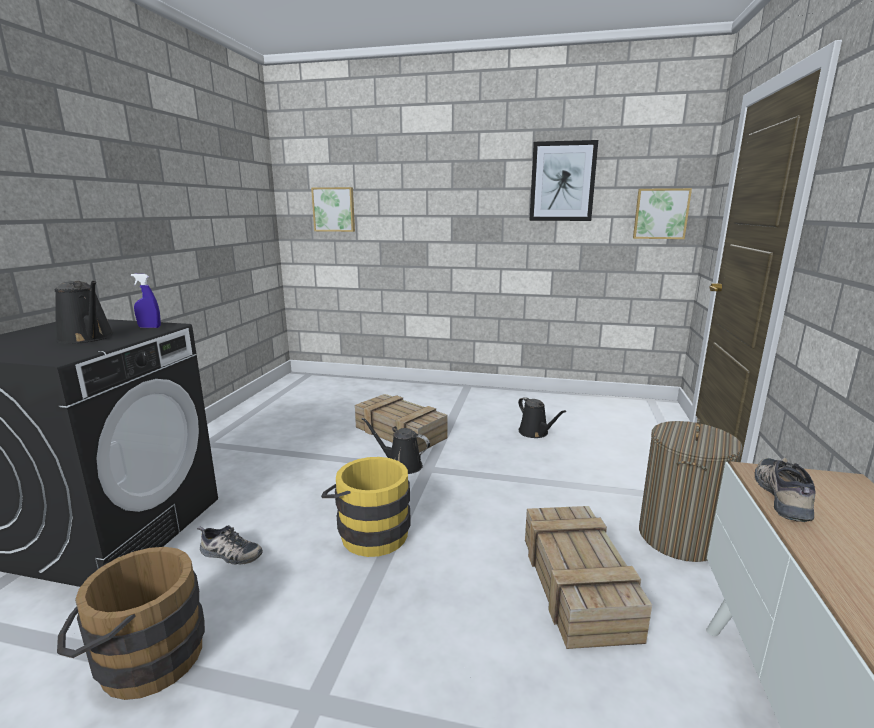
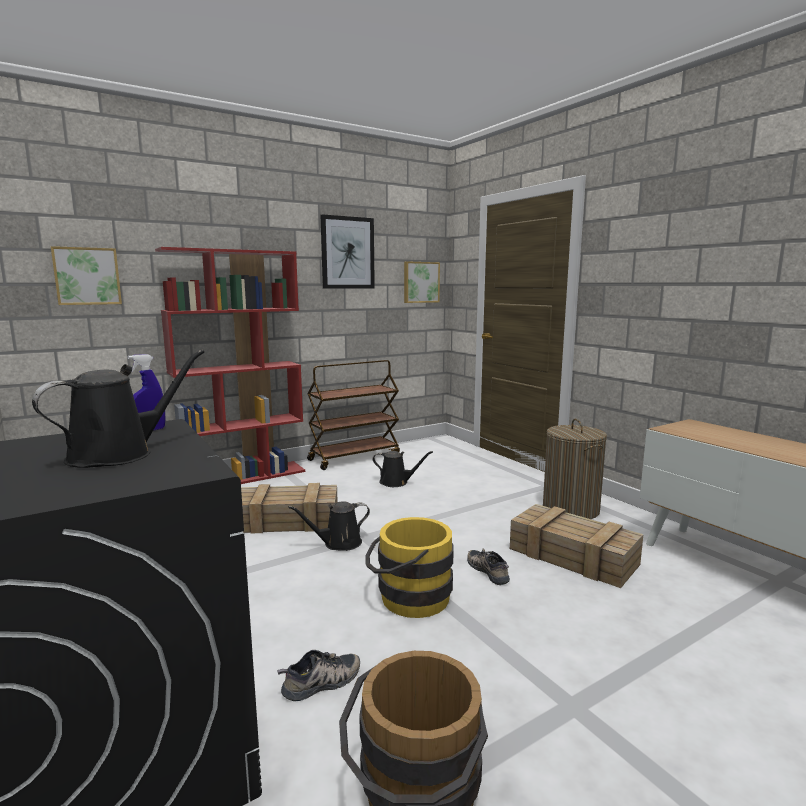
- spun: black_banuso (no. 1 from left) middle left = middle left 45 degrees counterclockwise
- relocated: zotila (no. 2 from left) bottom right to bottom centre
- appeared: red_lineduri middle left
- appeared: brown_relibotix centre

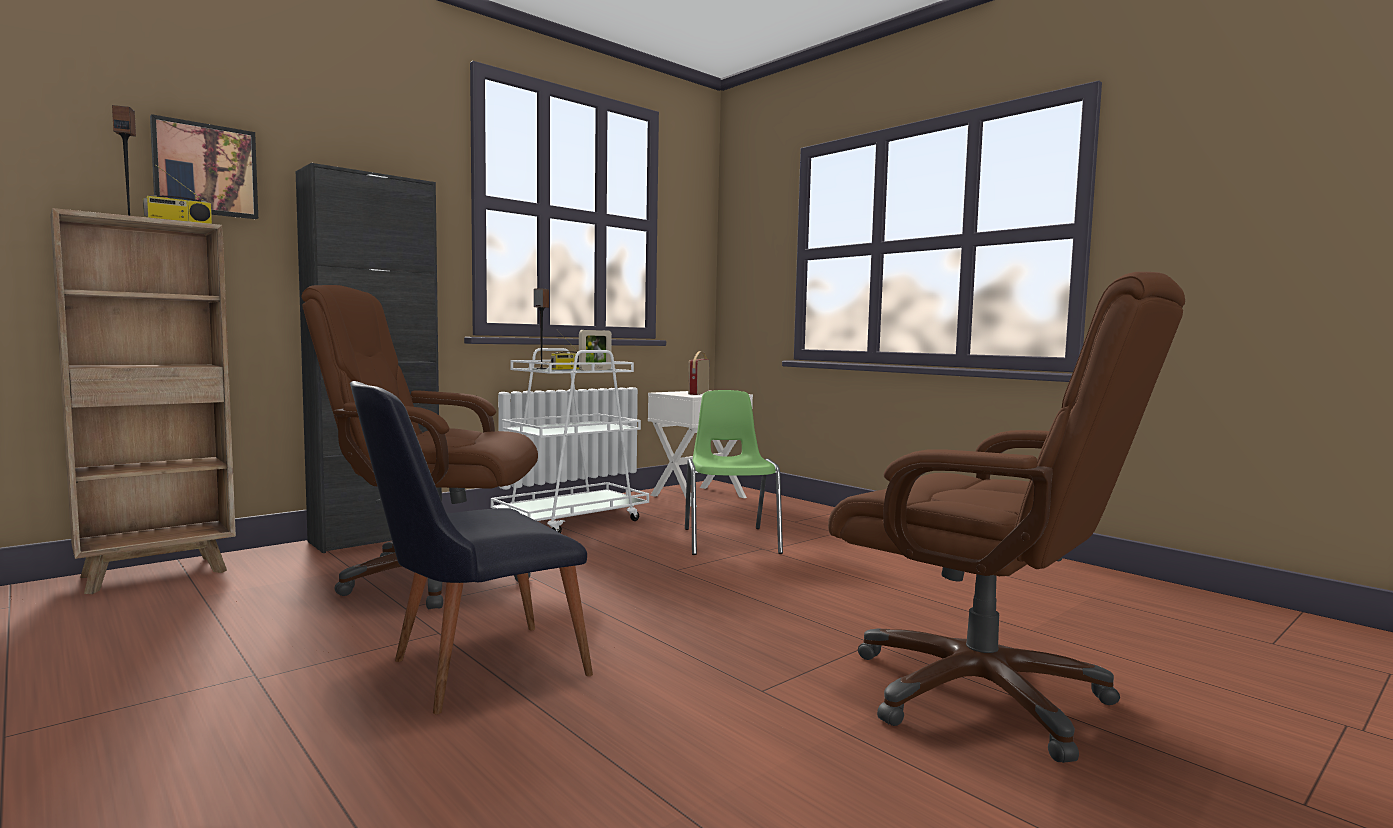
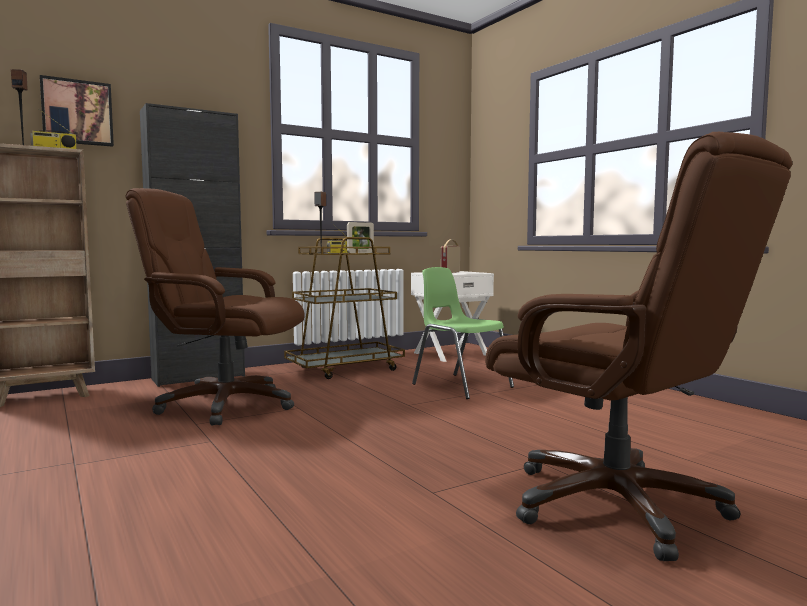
- missing: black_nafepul centre
- colour: white_relibotix centre to brown_relibotix centre
- spun: green_nafepul centre = centre 45 degrees counterclockwise

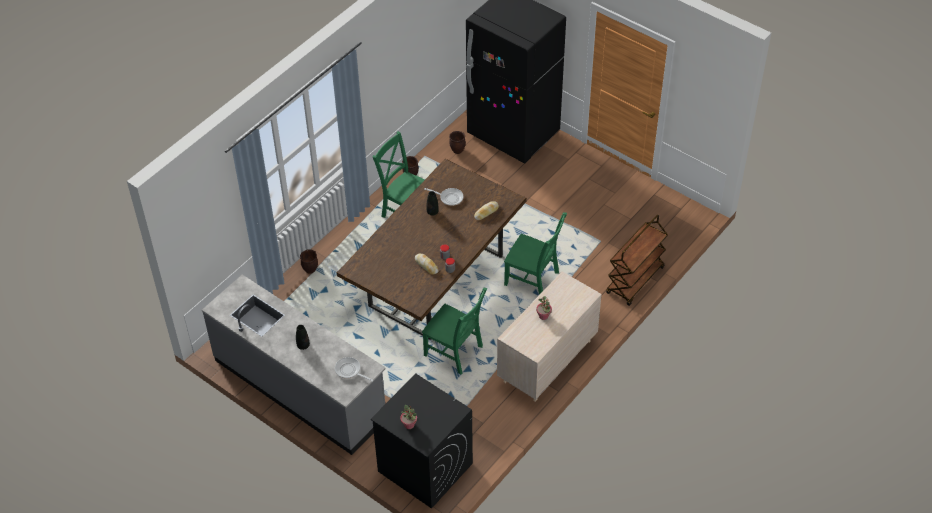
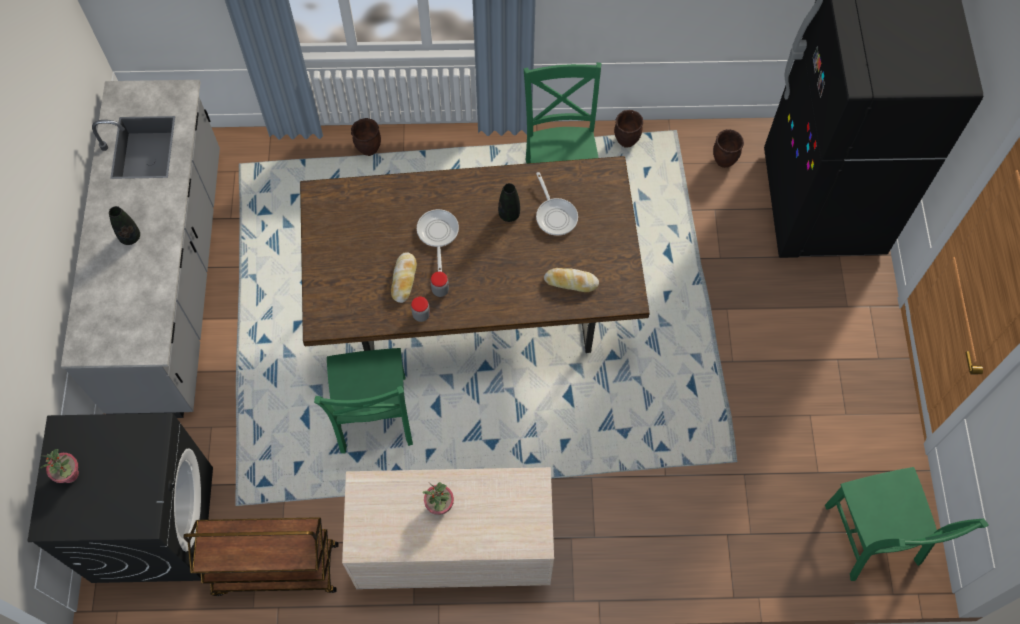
- relocated: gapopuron (no. 1 from left) bottom centre to centre
- relocated: green_nafepul (no. 3 from left) centre to bottom right
- relocated: brown_relibotix middle right to bottom left

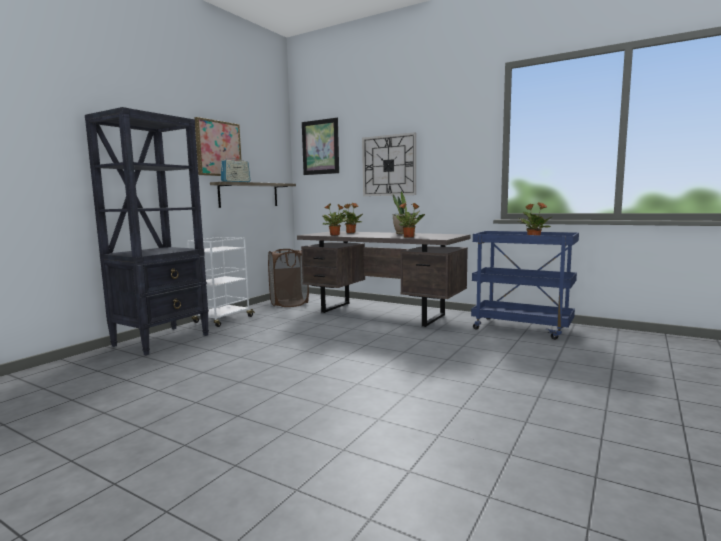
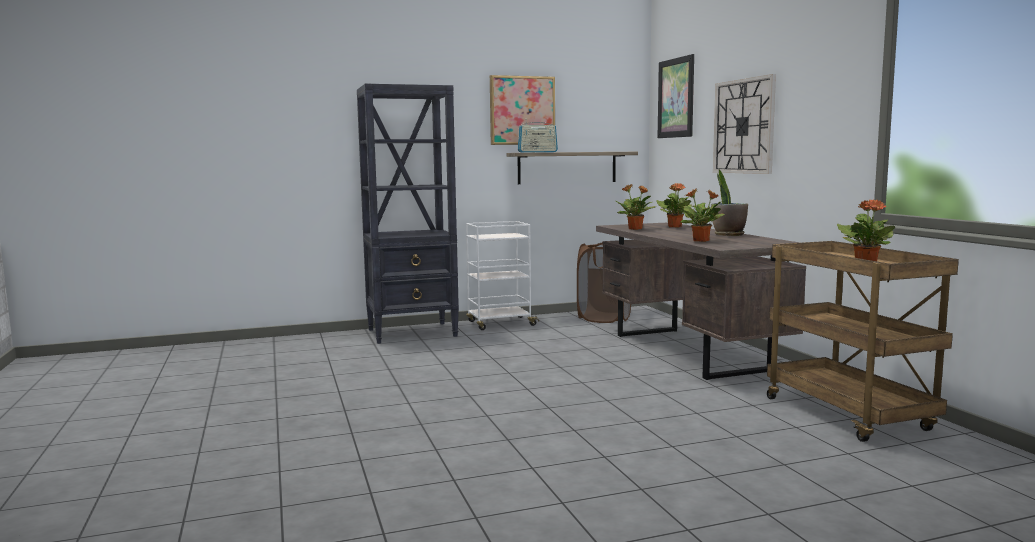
- colour: blue_relibotix middle right to brown_relibotix middle right

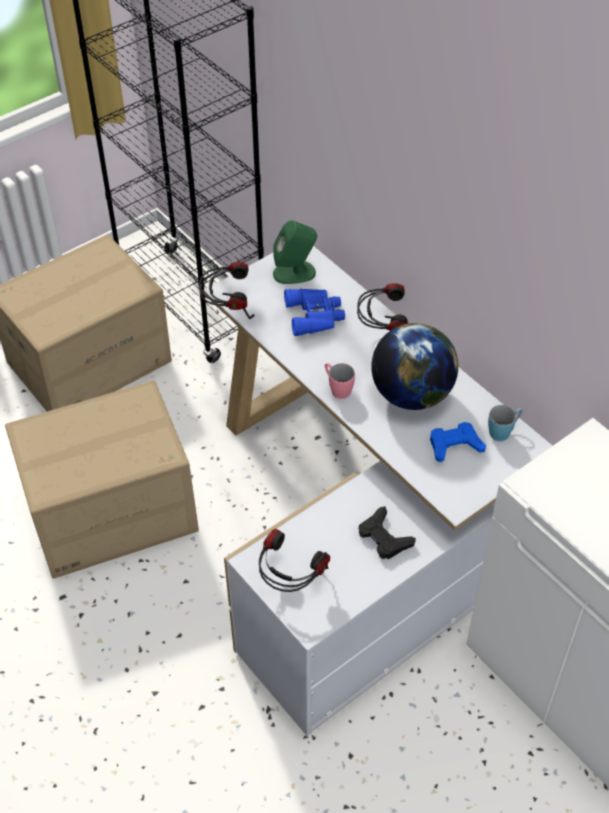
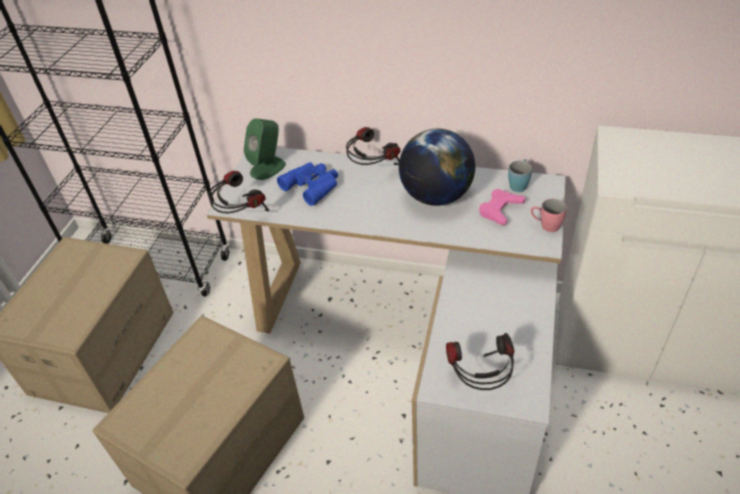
- relocated: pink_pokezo centre to middle right
- missing: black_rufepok centre
- colour: blue_rufepok middle right to pink_rufepok middle right

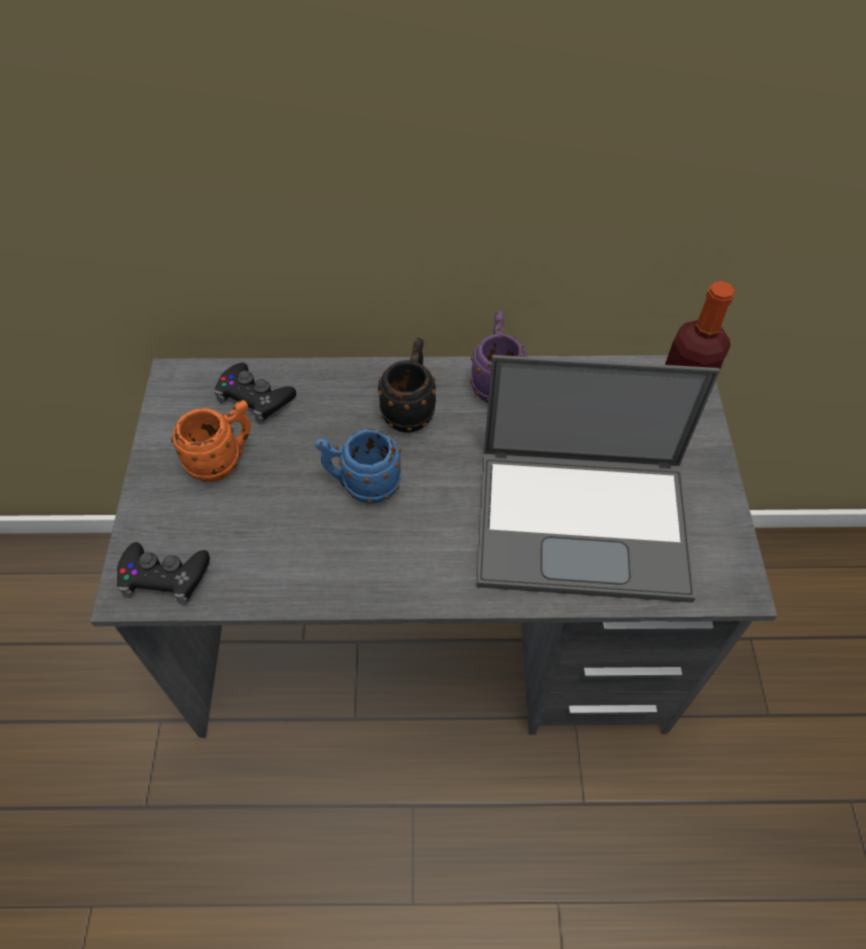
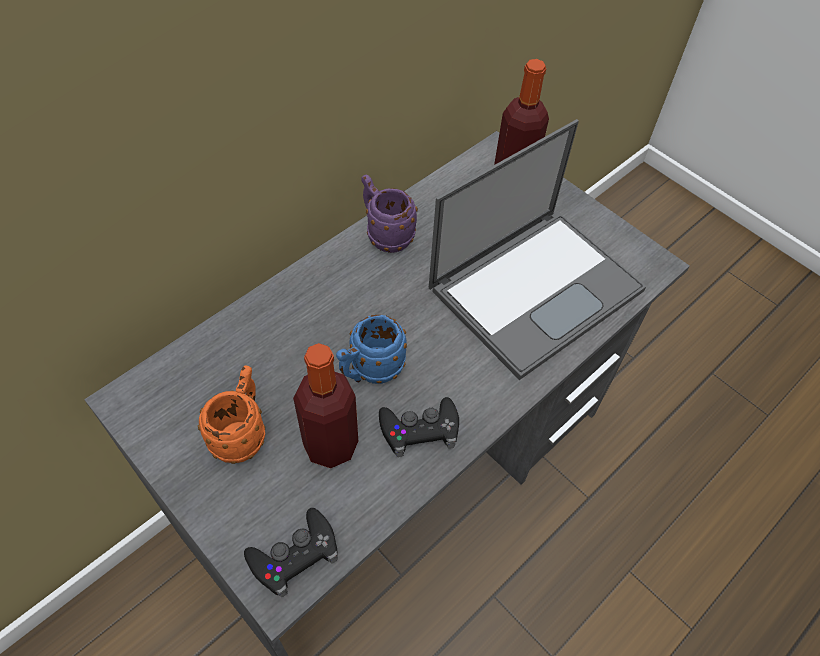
- relocated: black_rufepok (no. 2 from left) middle left to centre
- missing: black_pokezo centre
- appeared: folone (no. 1 from left) centre

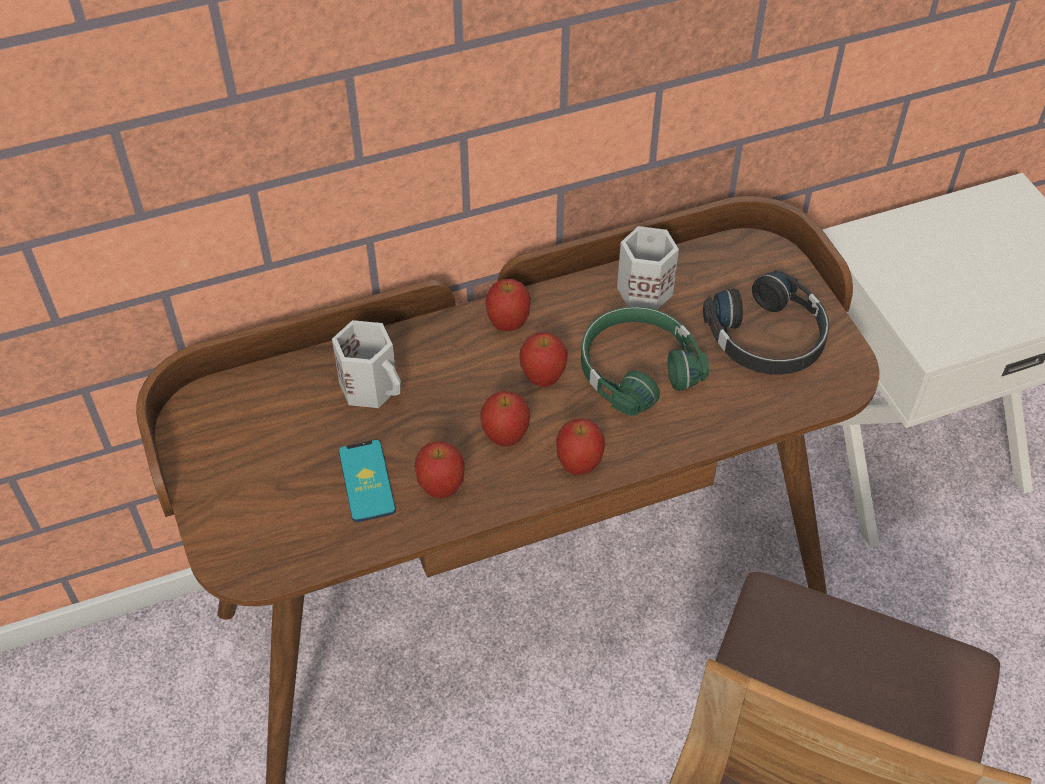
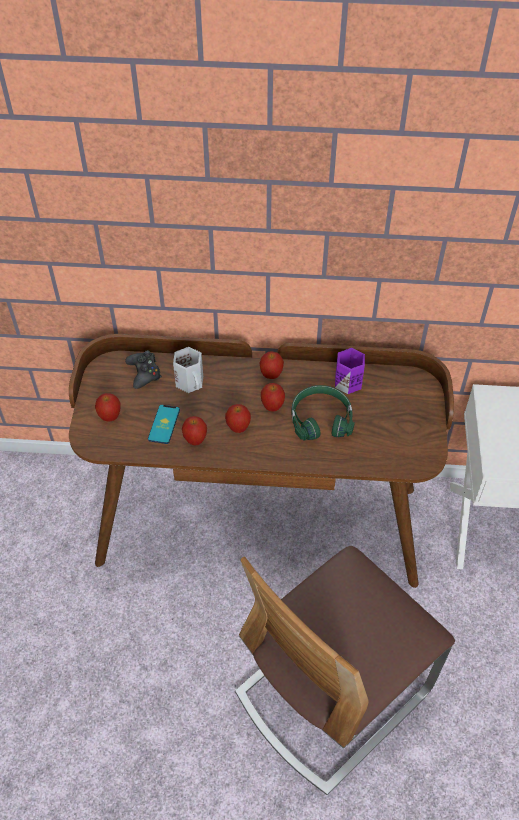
- relocated: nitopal (no. 5 from left in the first image) centre to nitopal (no. 1 from left) middle left
- colour: white_pokezo (no. 2 from left) centre to purple_pokezo middle right
- missing: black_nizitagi middle right
- appeared: black_rufepok middle left

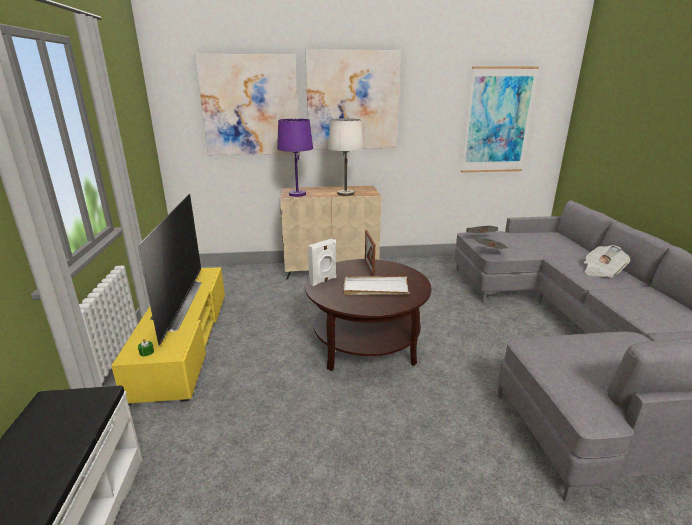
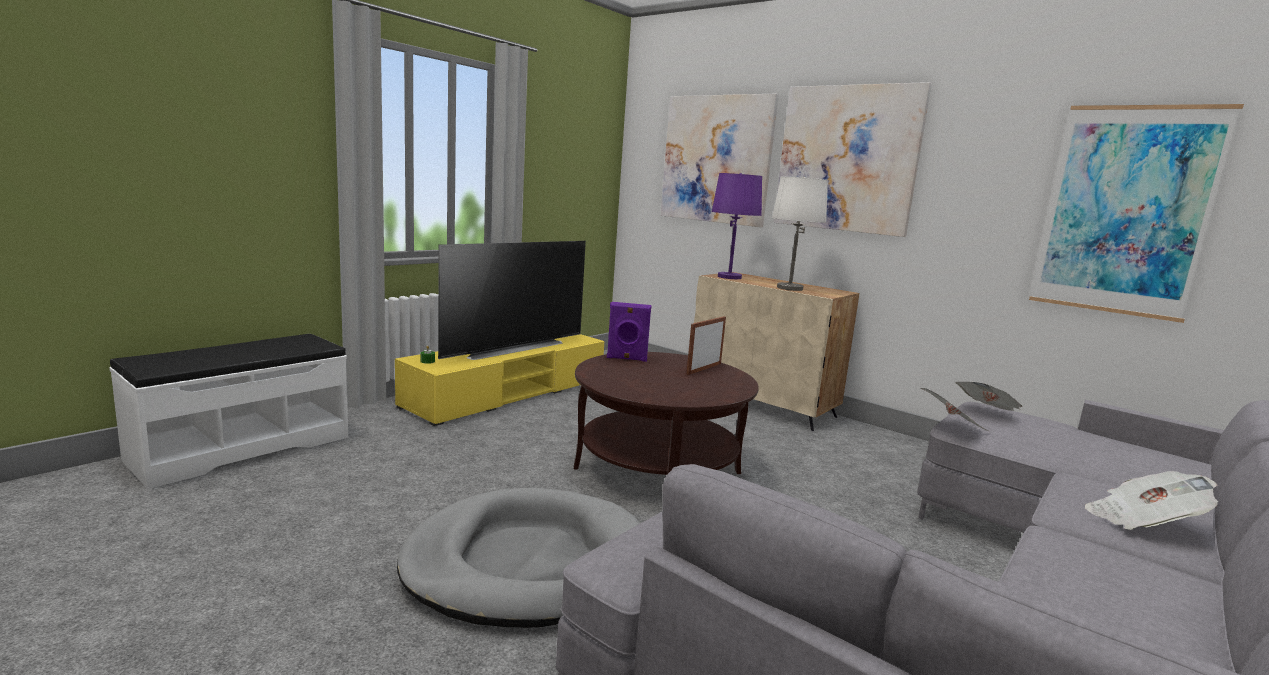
- colour: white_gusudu centre to purple_gusudu centre
- missing: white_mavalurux centre
- appeared: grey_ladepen bottom centre

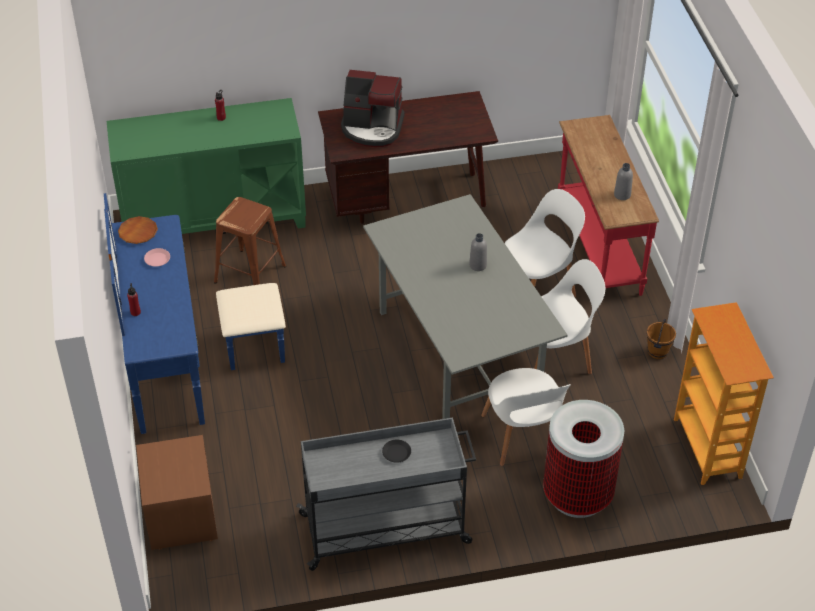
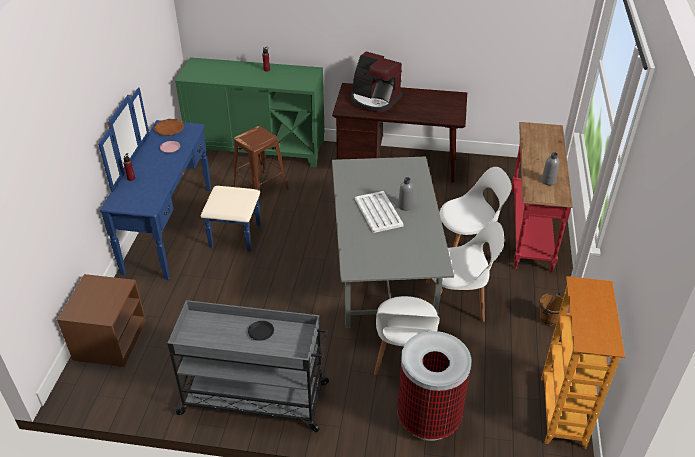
- appeared: white_mavalurux centre

